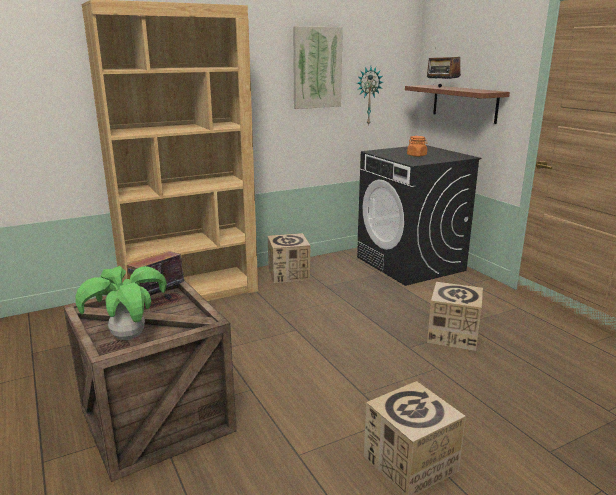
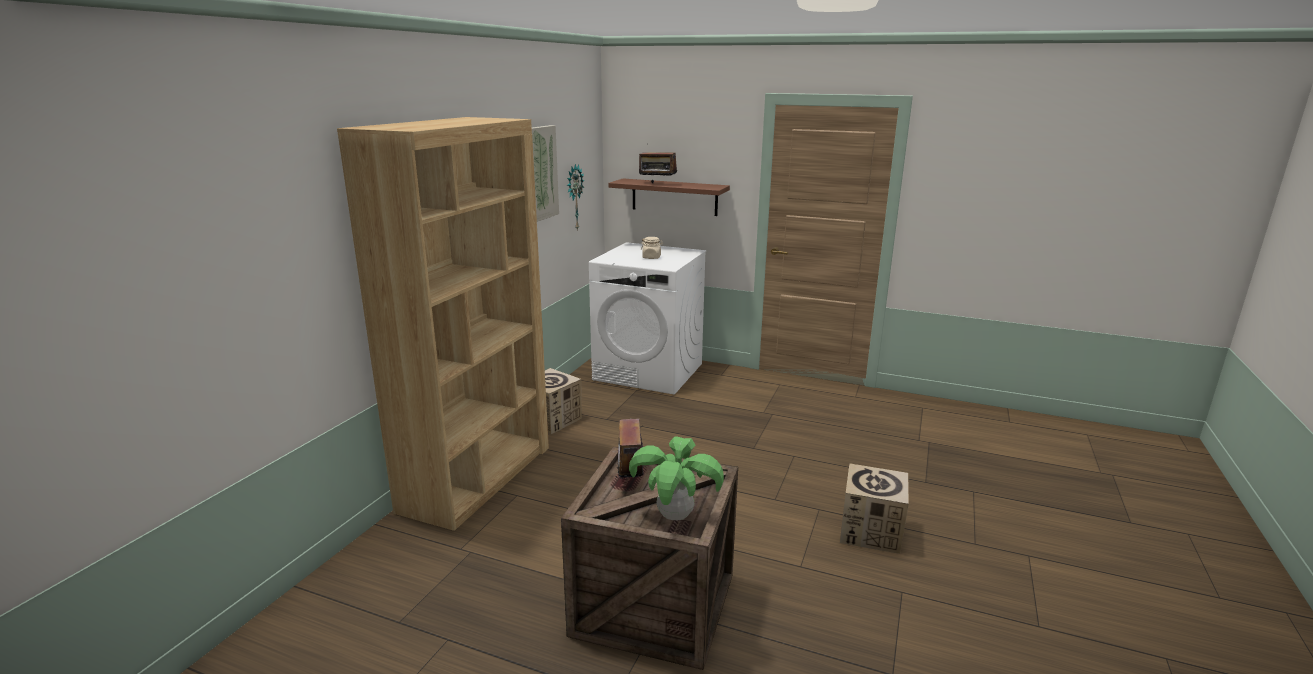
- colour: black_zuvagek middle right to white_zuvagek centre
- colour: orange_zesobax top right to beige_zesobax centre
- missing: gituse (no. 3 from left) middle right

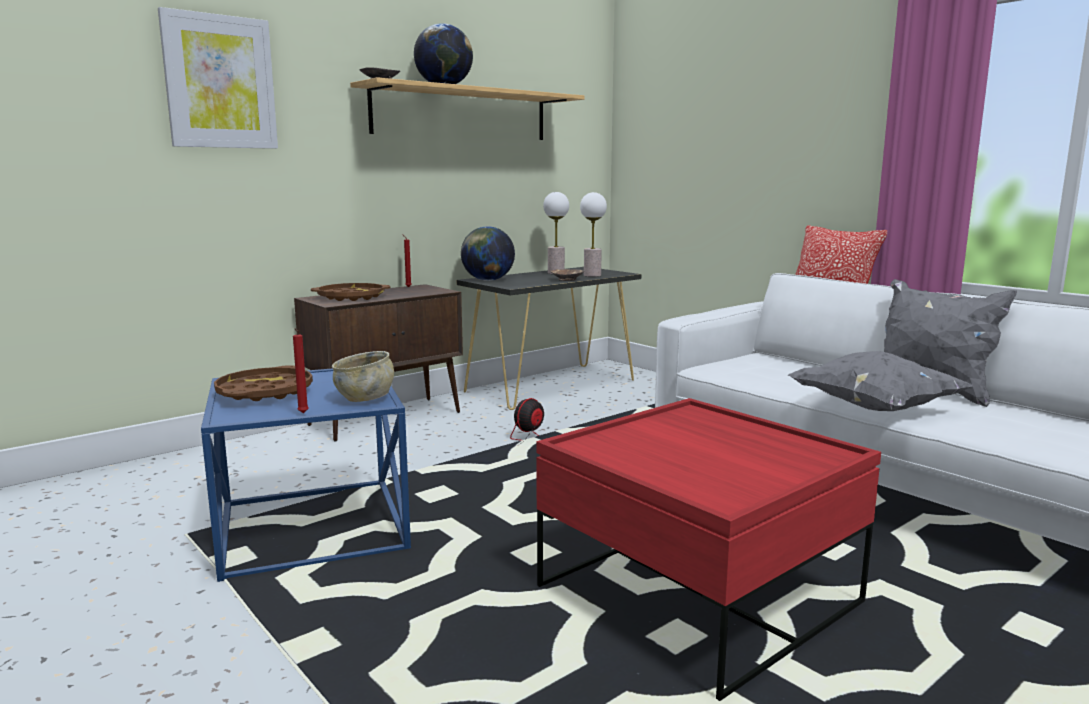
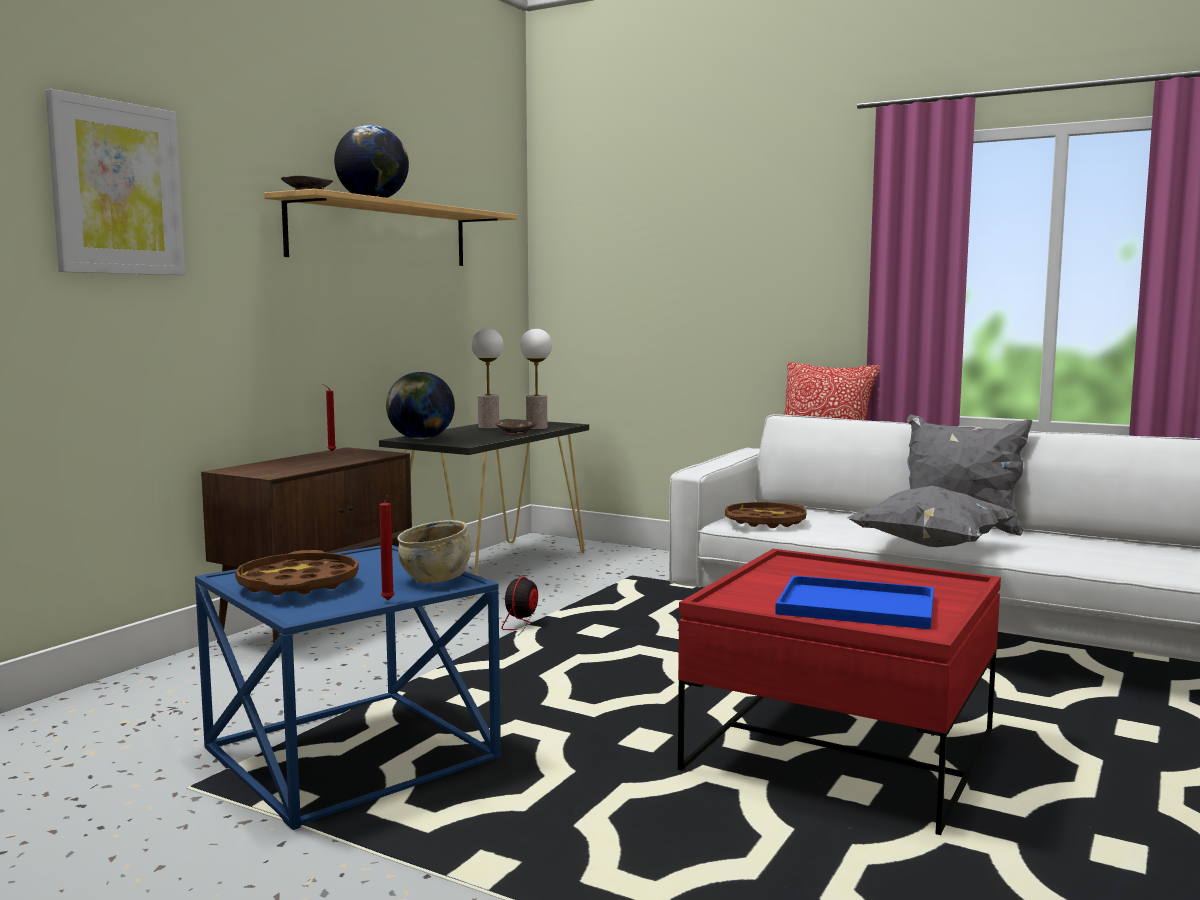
- relocated: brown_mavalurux (no. 2 from left) middle left to centre
- appeared: blue_mavalurux bottom right

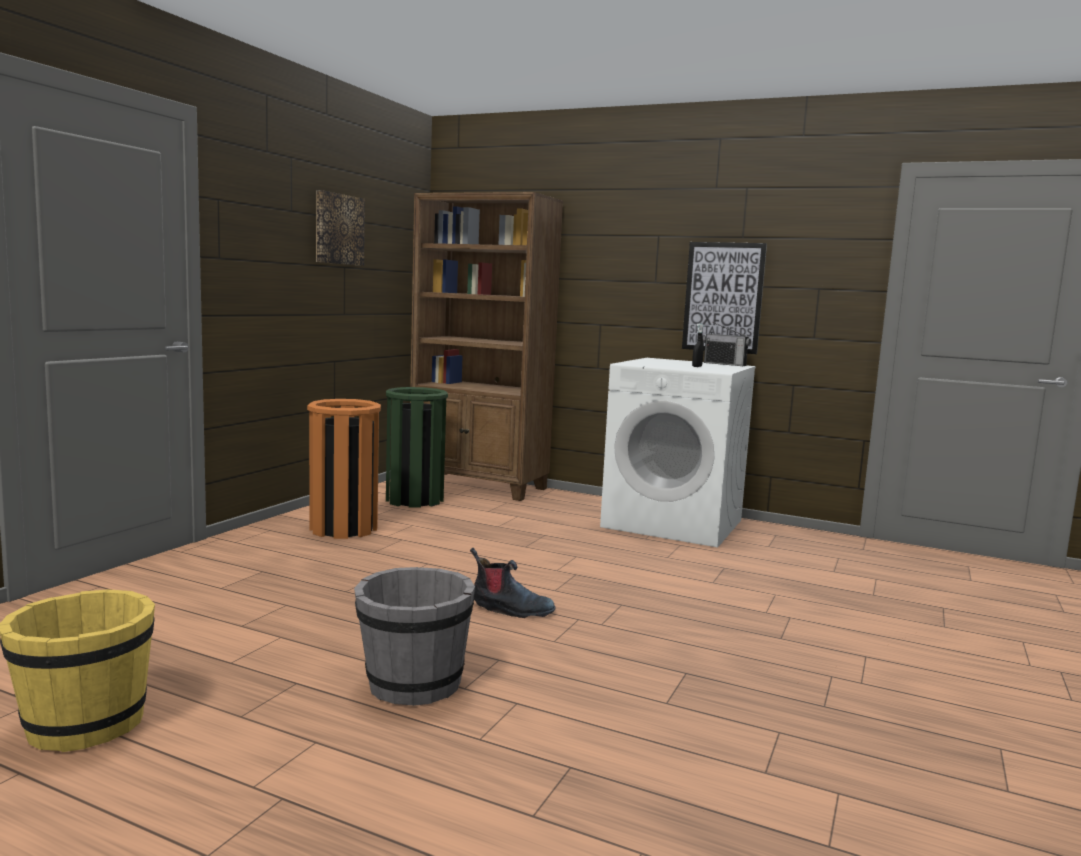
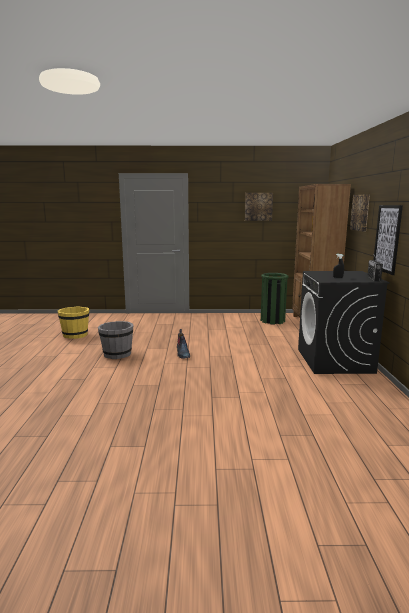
- missing: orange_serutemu middle left
- colour: white_zuvagek centre to black_zuvagek middle right
- appeared: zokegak (no. 2 from left) middle right

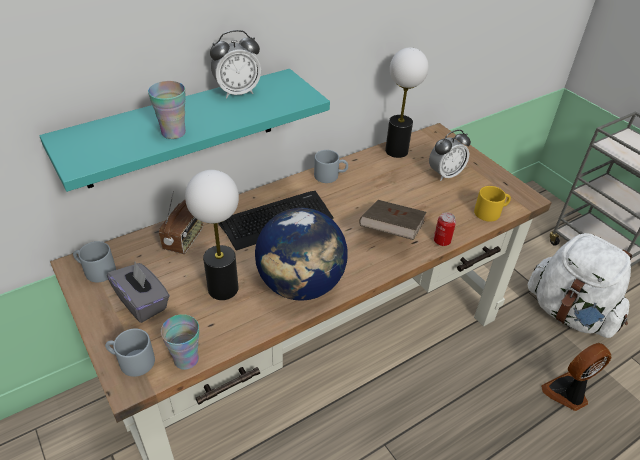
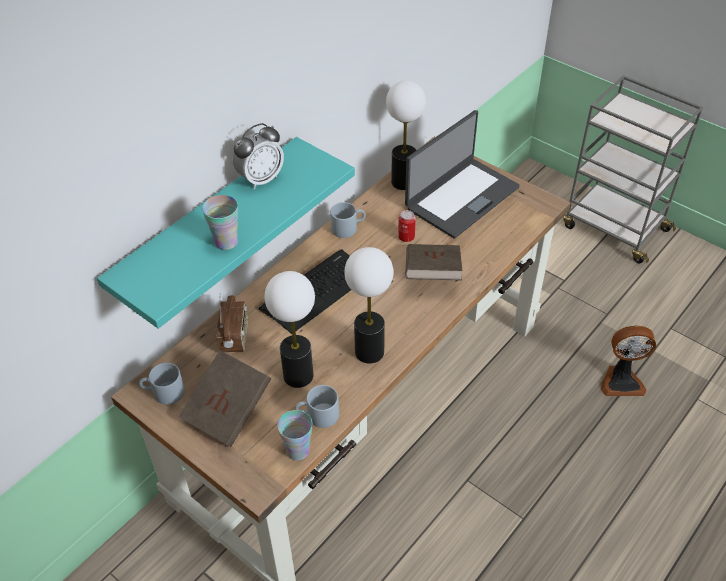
- relocated: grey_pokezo (no. 2 from left) bottom left to bottom centre
- exchanged: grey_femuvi middle left to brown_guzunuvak (no. 1 from left) bottom left
- exchanged: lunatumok centre to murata (no. 2 from left) centre
- exchanged: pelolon (no. 2 from left) middle right to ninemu top centre
- relocated: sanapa middle right to centre
- missing: yellow_pokezo middle right
- missing: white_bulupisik middle right
- spun: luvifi bottom right = middle right 135 degrees counterclockwise

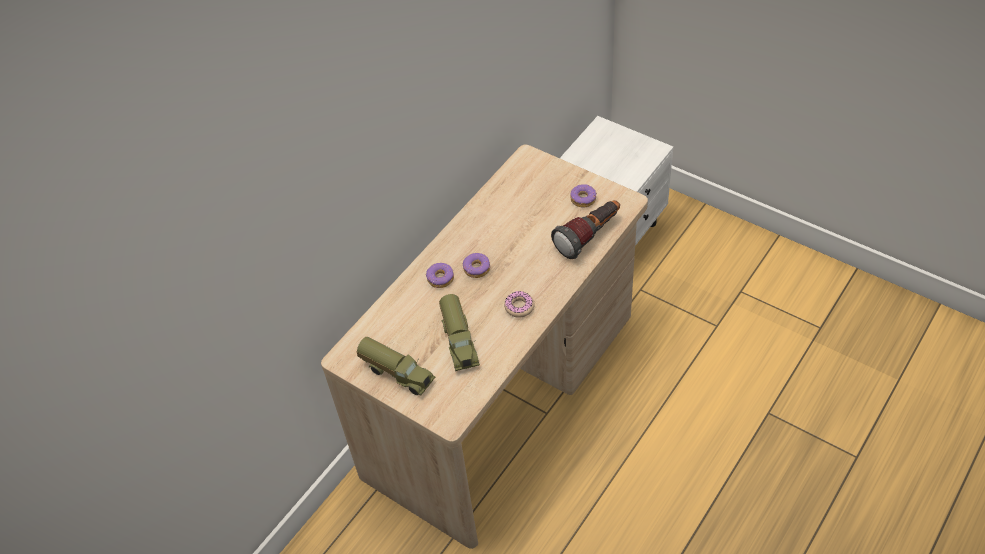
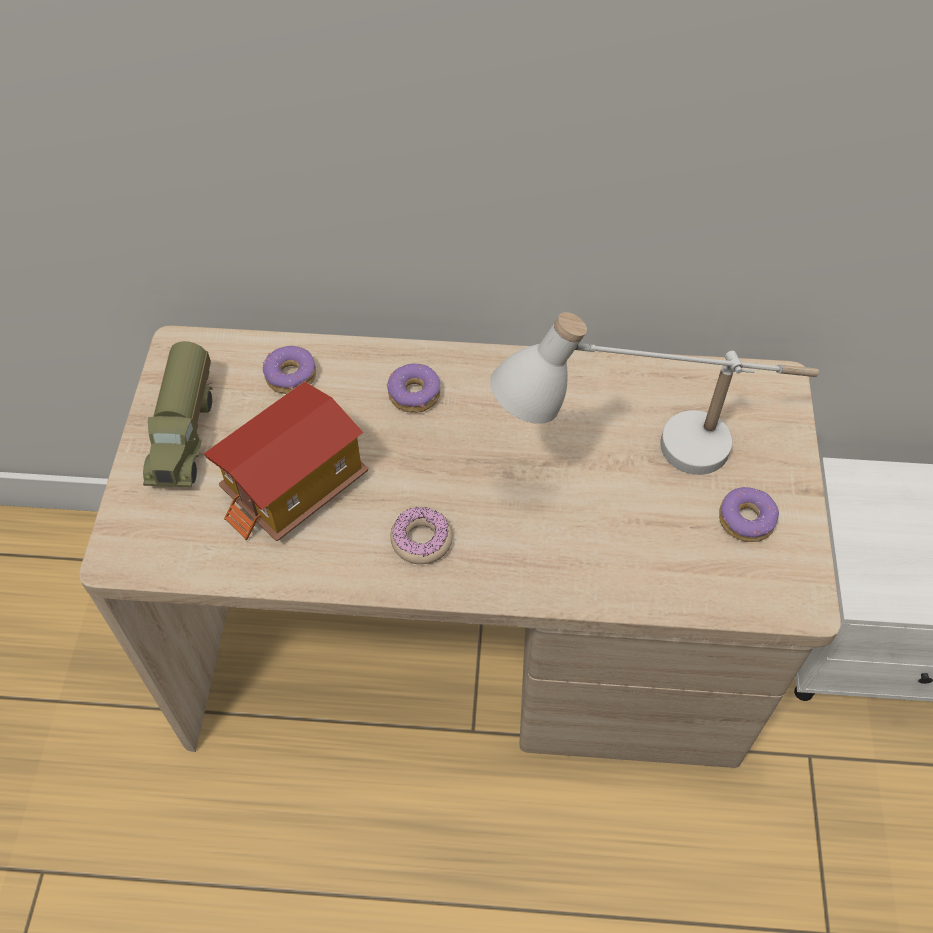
- exchanged: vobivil (no. 2 from left) centre to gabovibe middle left
- relocated: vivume (no. 2 from left in the first image) centre to vivume (no. 1 from left) middle left
- missing: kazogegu centre
- appeared: white_murata middle right

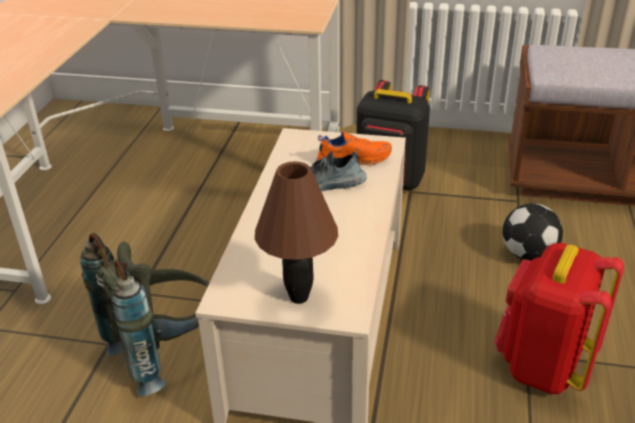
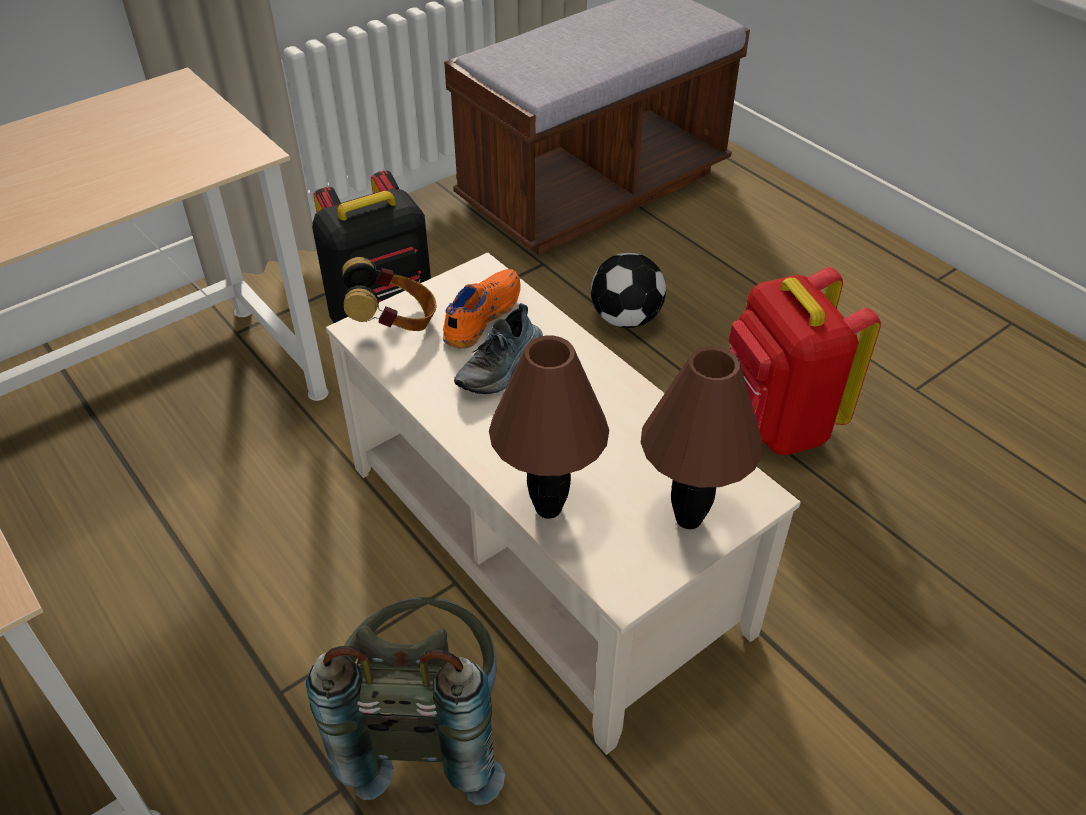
- appeared: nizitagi centre
- appeared: brown_murata (no. 1 from left) centre

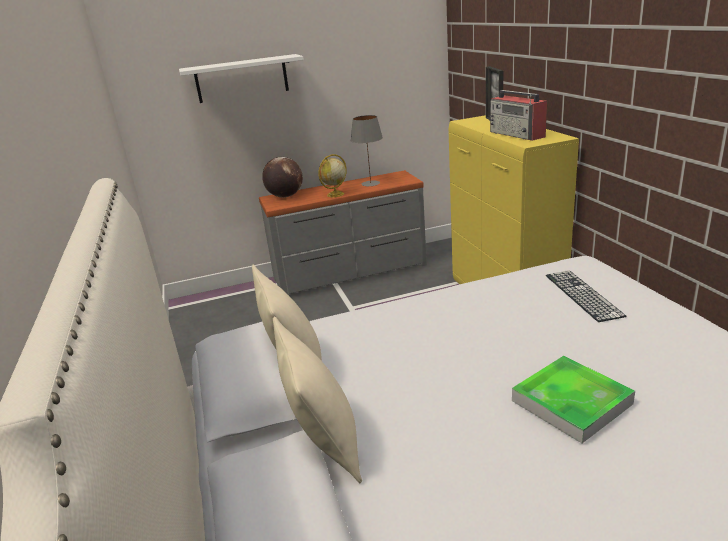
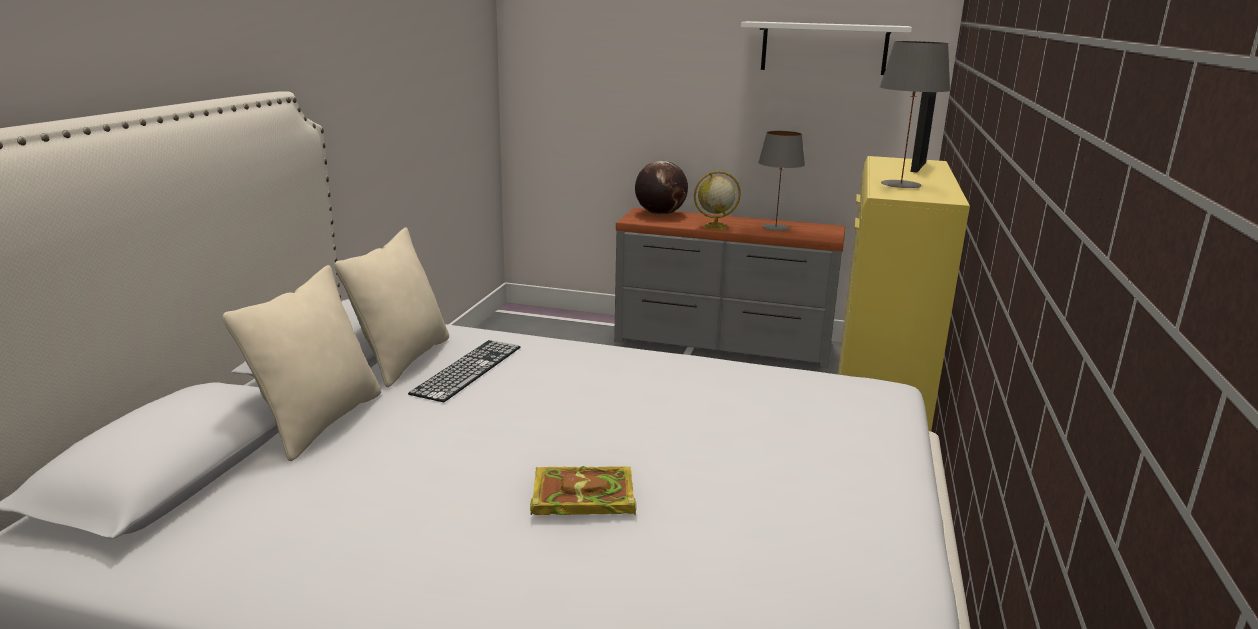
- relocated: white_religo top left to top centre
- exchanged: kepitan top right to grey_murata (no. 2 from left) top right
- exchanged: mavalurux bottom right to guzunuvak bottom centre
- relocated: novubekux middle right to centre

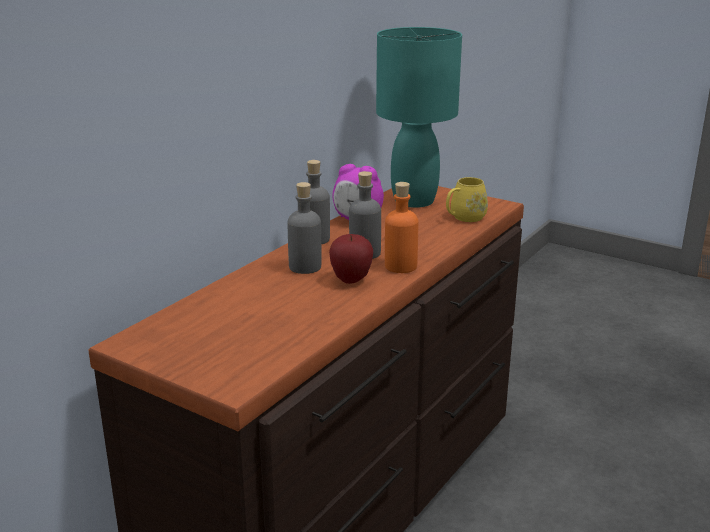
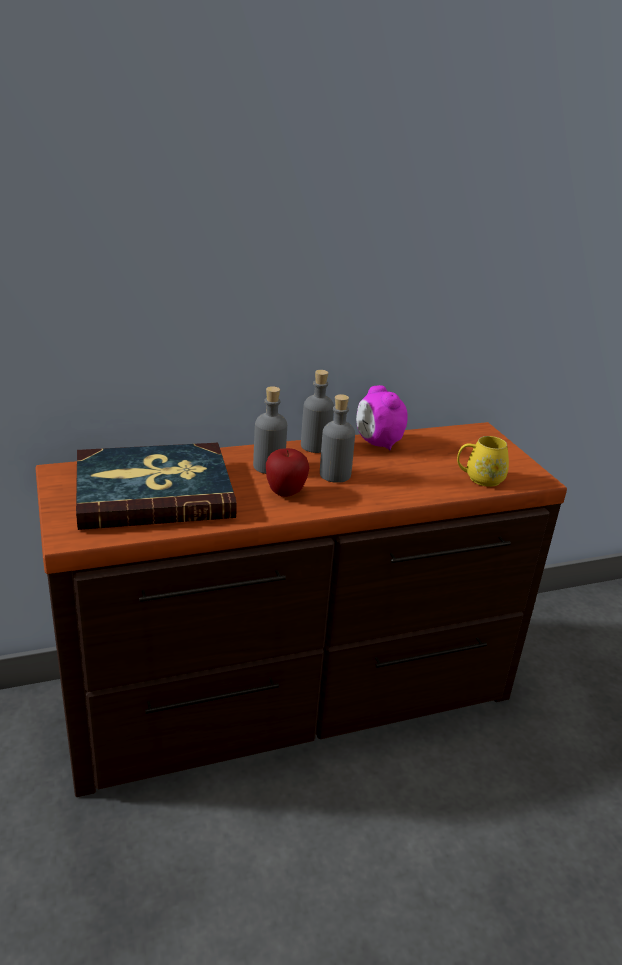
- missing: turquoise_murata top centre
- missing: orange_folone centre
- appeared: guzunuvak middle left

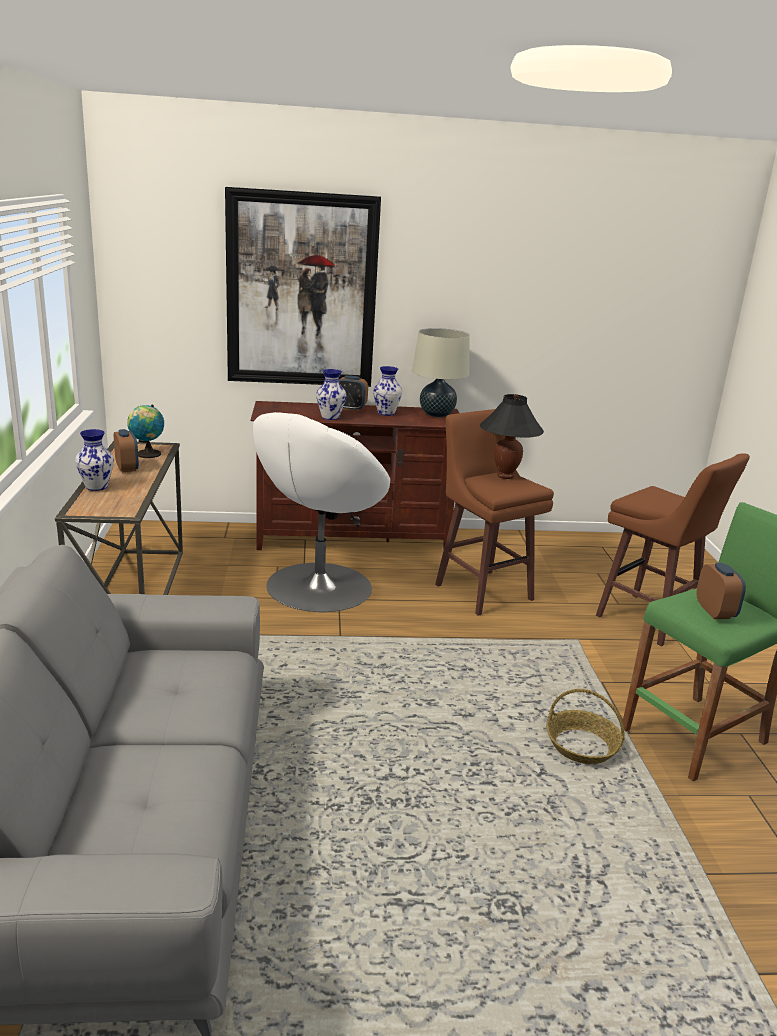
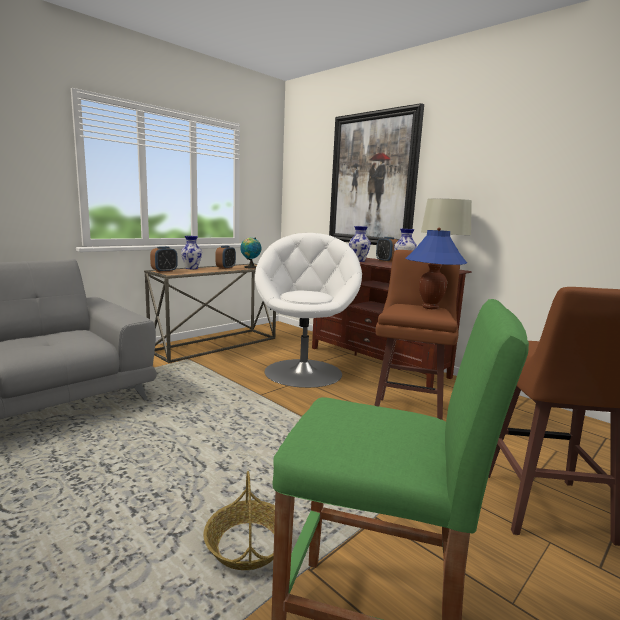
- spun: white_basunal centre = centre 105 degrees clockwise
- colour: black_murata centre to blue_murata middle right
- relocated: pelolon (no. 3 from left in the first image) middle right to pelolon (no. 1 from left) middle left

